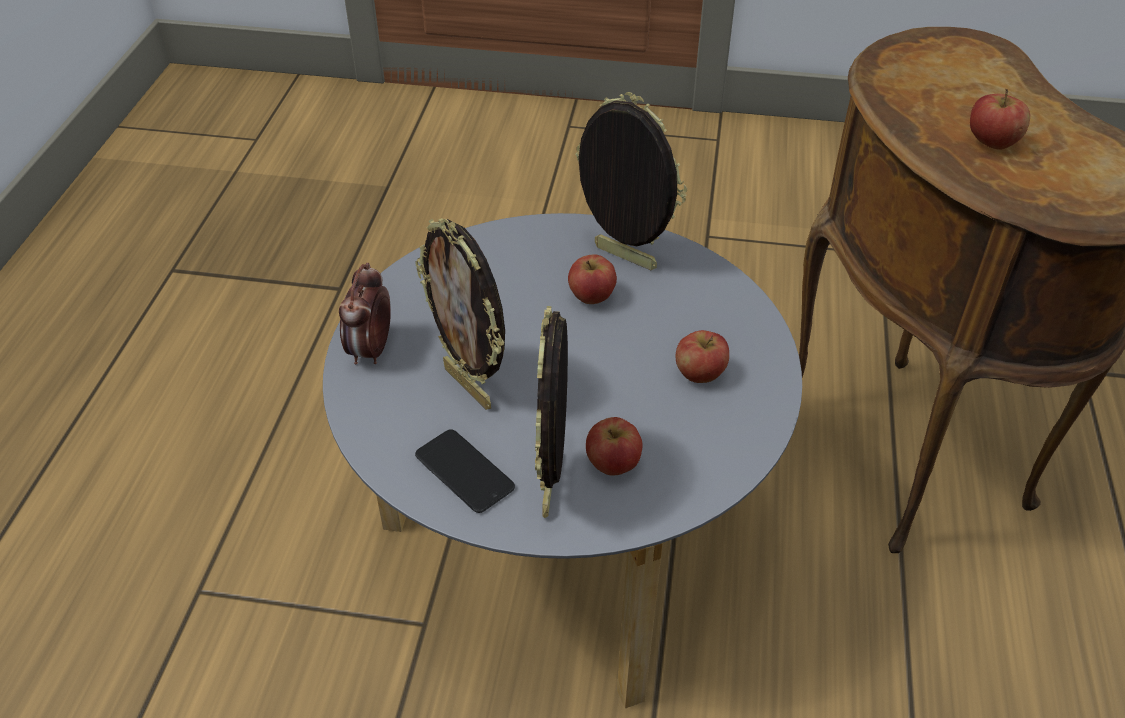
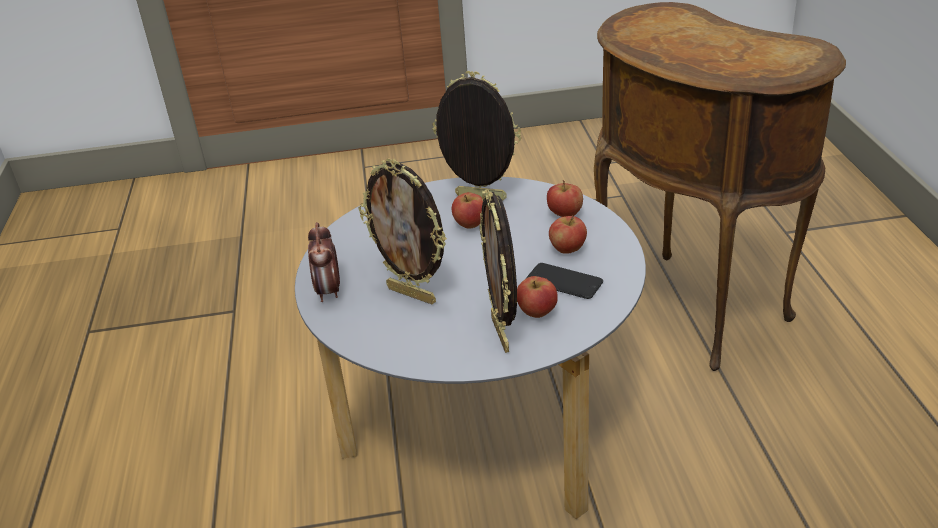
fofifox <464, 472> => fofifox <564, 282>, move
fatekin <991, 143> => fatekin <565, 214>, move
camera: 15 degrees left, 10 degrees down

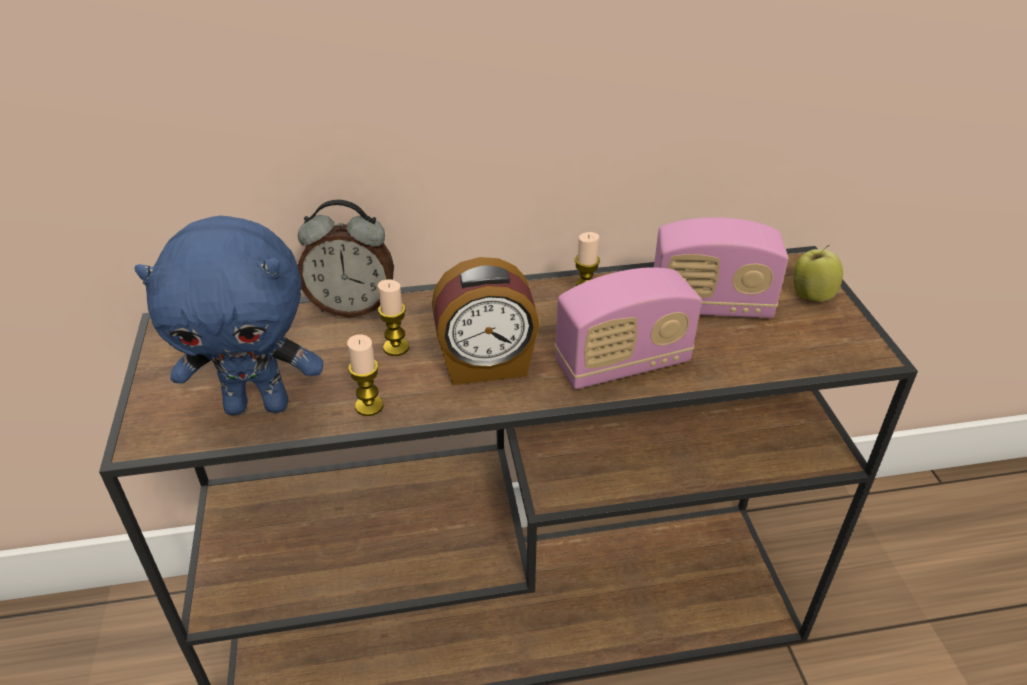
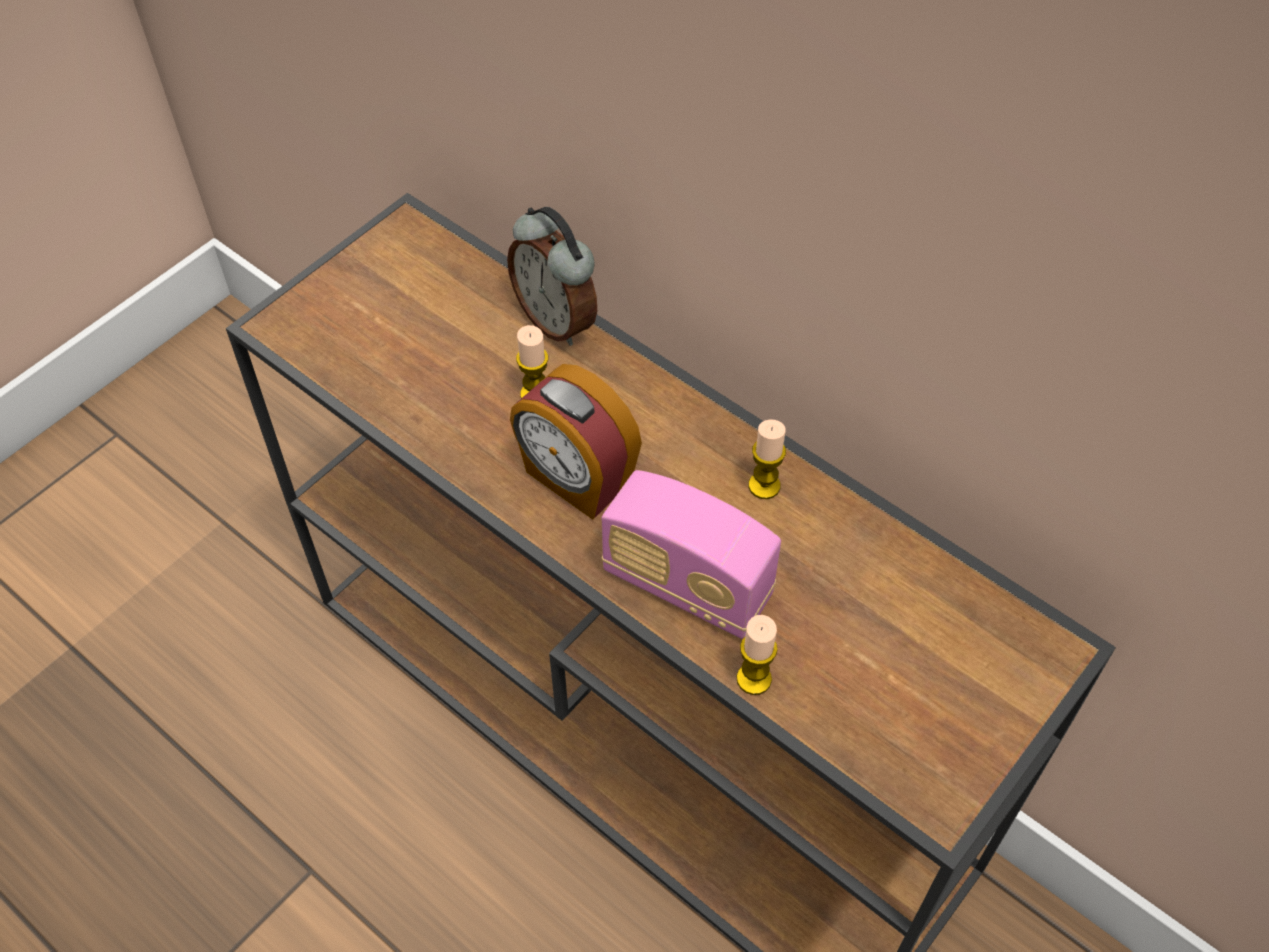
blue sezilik <259, 404> => nothing
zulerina <369, 406> => zulerina <754, 679>, move
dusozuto <710, 306> => nothing
fatekin <810, 296> => nothing
camera: 50 degrees right, 15 degrees up

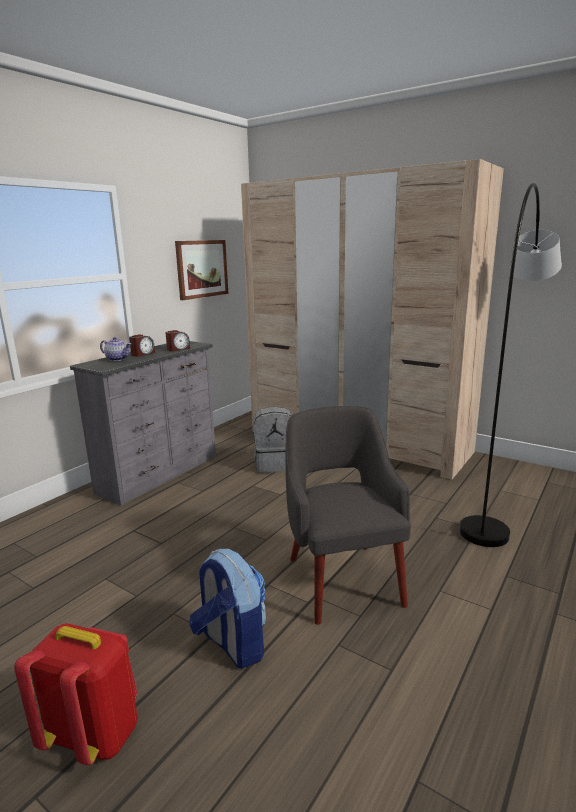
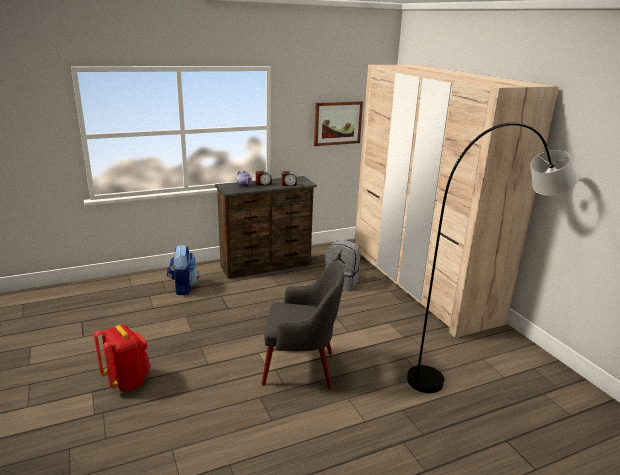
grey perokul <161, 474> => brown perokul <266, 265>
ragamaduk <232, 644> => ragamaduk <183, 287>, move
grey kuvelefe <343, 579> => grey kuvelefe <300, 367>, 75 degrees clockwise
camera: 30 degrees right, 5 degrees up

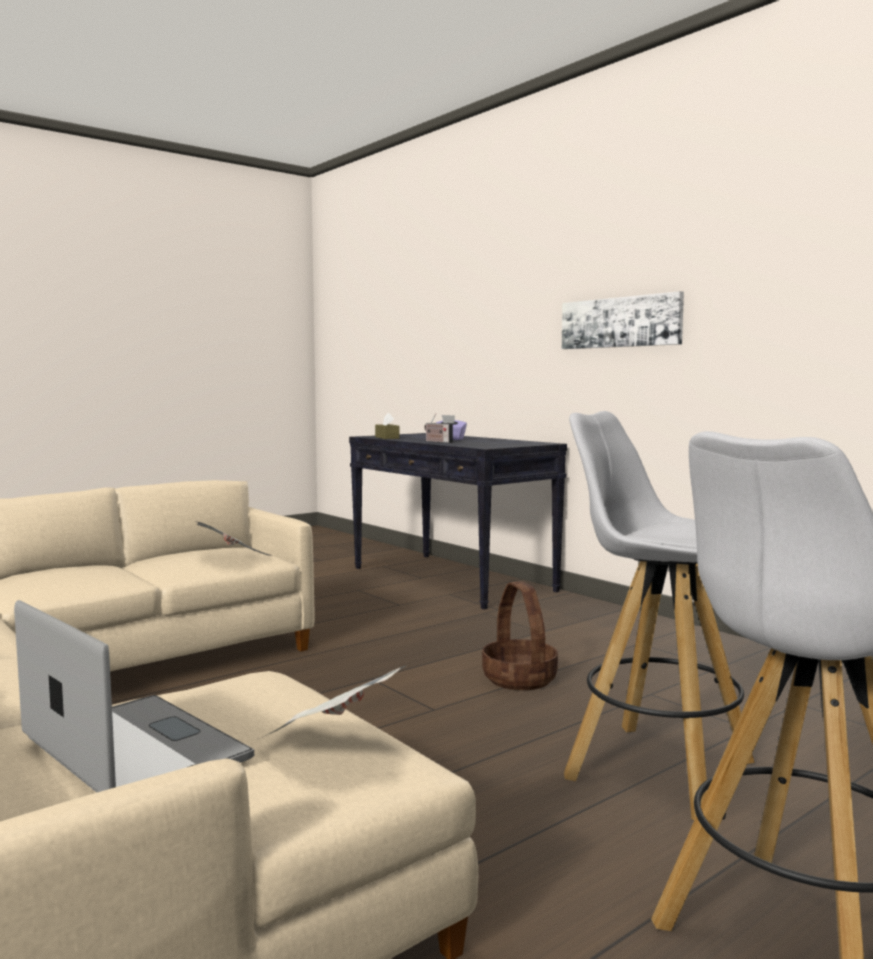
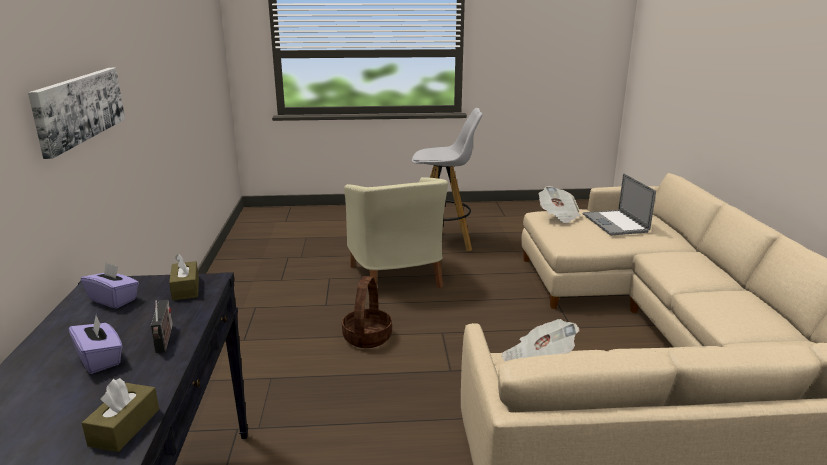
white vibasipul <656, 769> => beige kuvelefe <397, 277>
nothing => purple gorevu <114, 300>
nothing => brown gorevu <186, 289>
camera: 145 degrees left, 15 degrees up

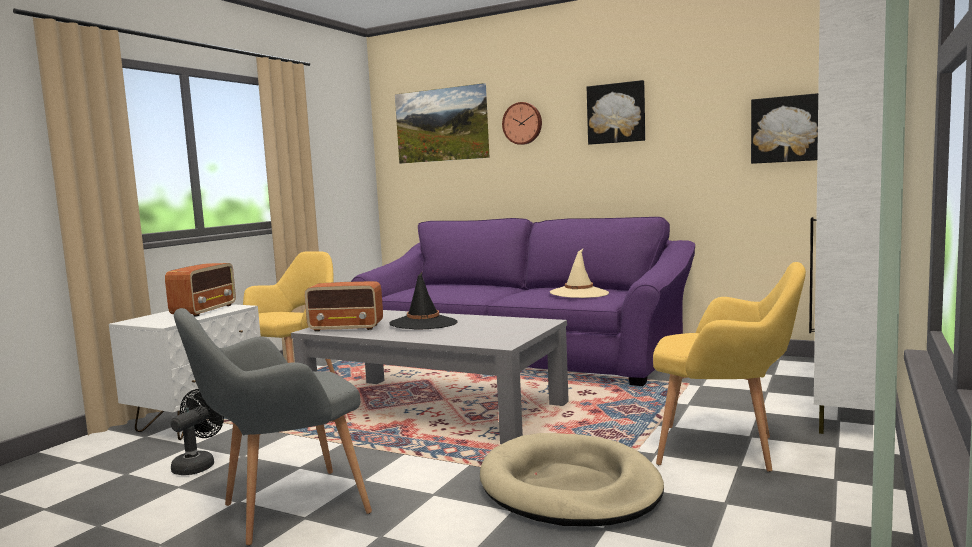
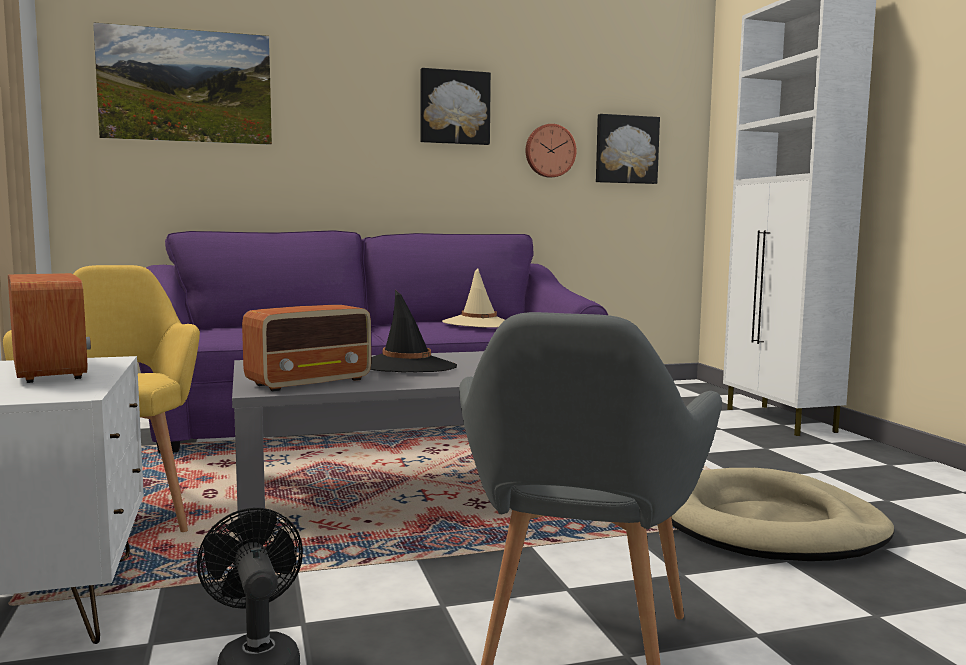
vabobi <522, 123> => vabobi <549, 151>, move
yellow kuvelefe <725, 450> => nothing
camera: 45 degrees left, 0 degrees up

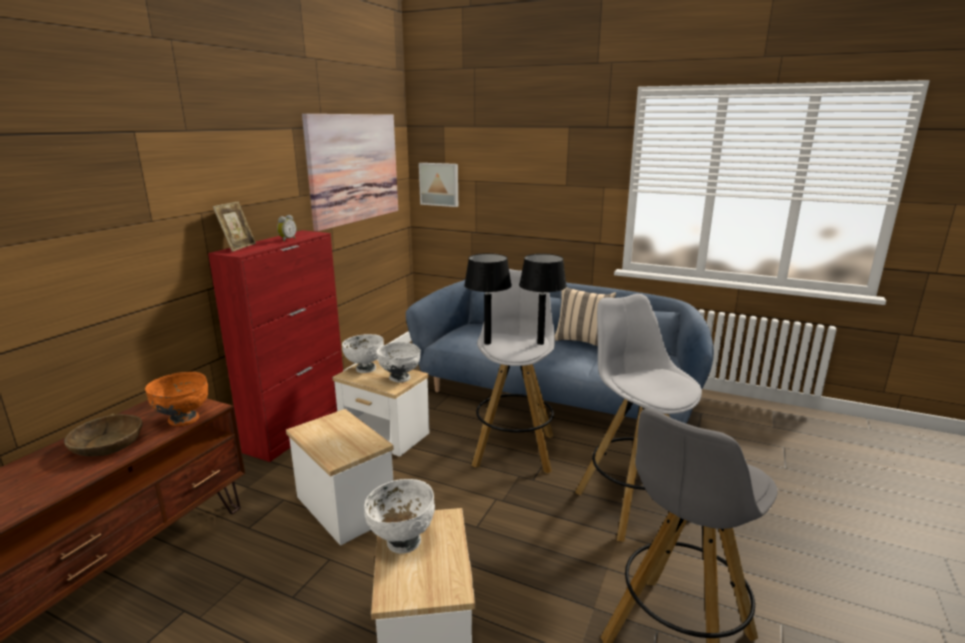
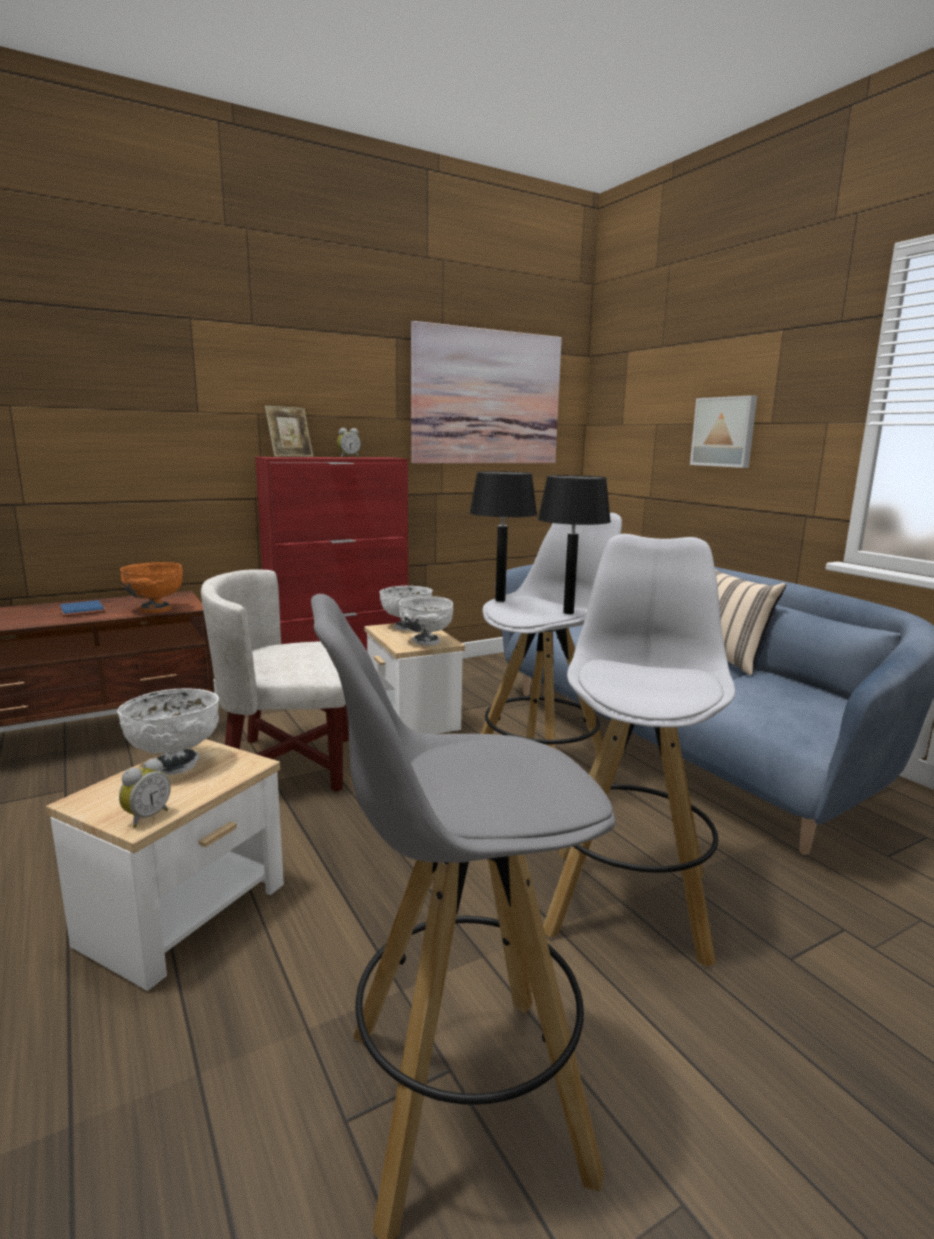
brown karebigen <107, 444> => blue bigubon <80, 611>
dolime <346, 507> => white kuvelefe <288, 765>
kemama <439, 184> => kemama <724, 432>, move
nothing => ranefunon <146, 817>
camera: 35 degrees right, 5 degrees down

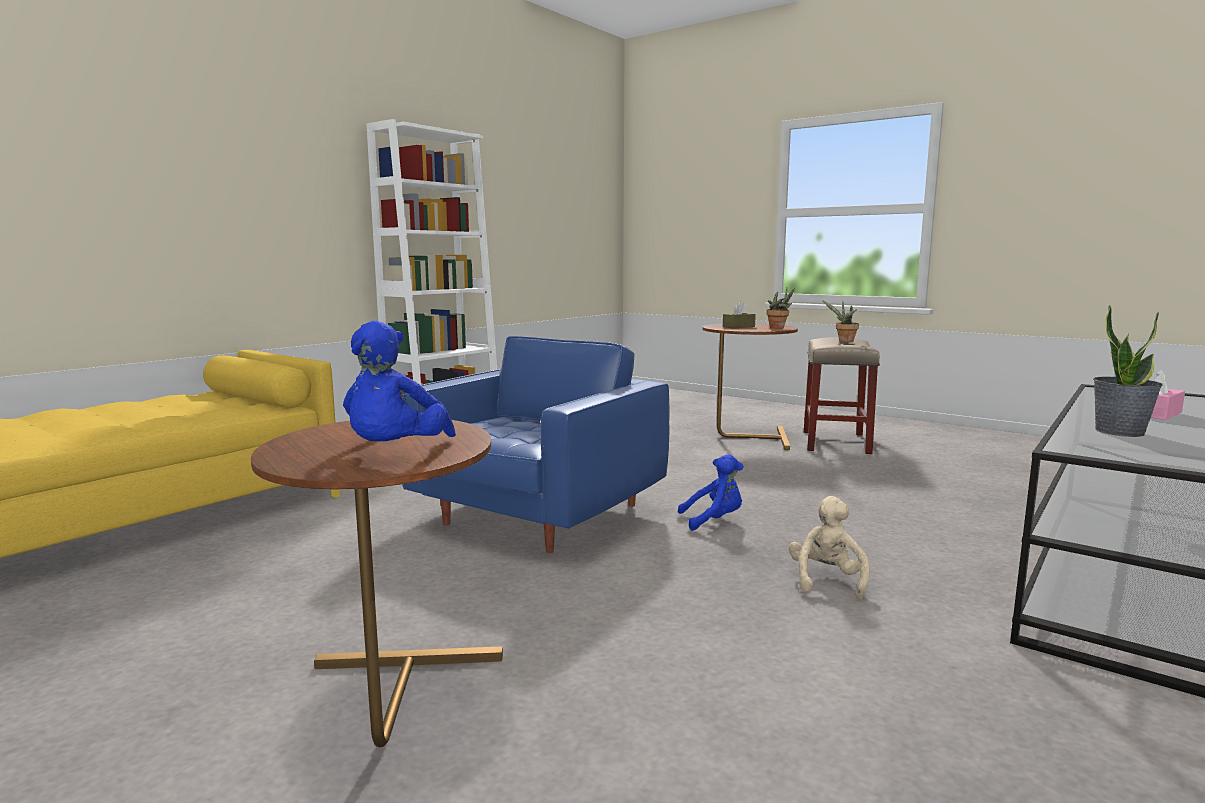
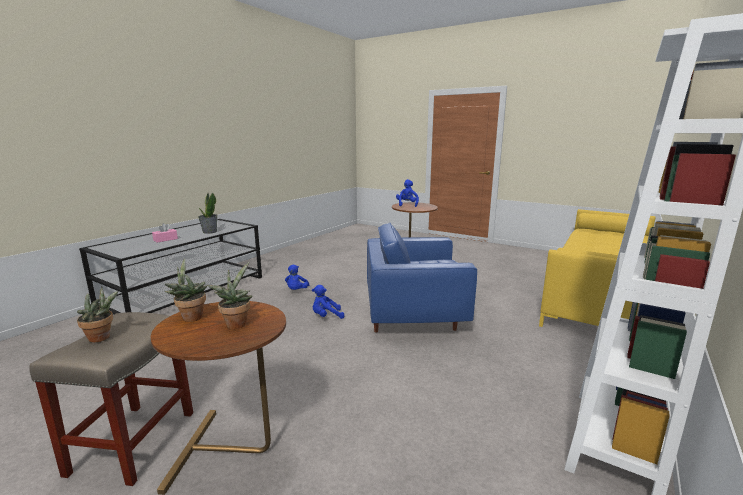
blue kuvelefe <537, 517> => blue kuvelefe <415, 315>, 60 degrees clockwise
brown gorevu <738, 327> => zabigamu <236, 323>
beige sezilik <826, 581> => blue sezilik <296, 291>
camera: 175 degrees right, 5 degrees up

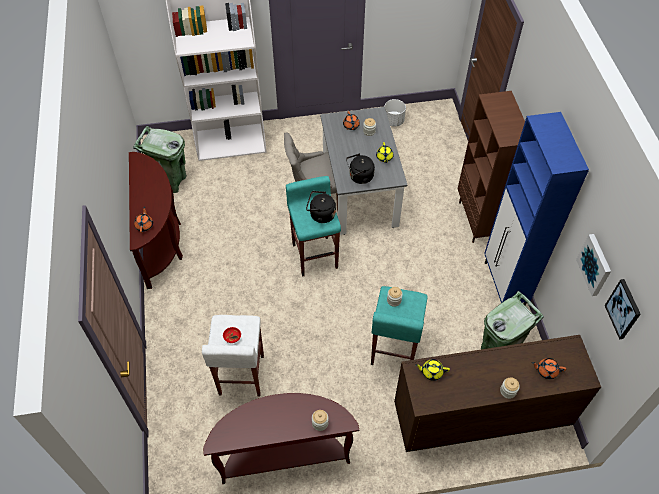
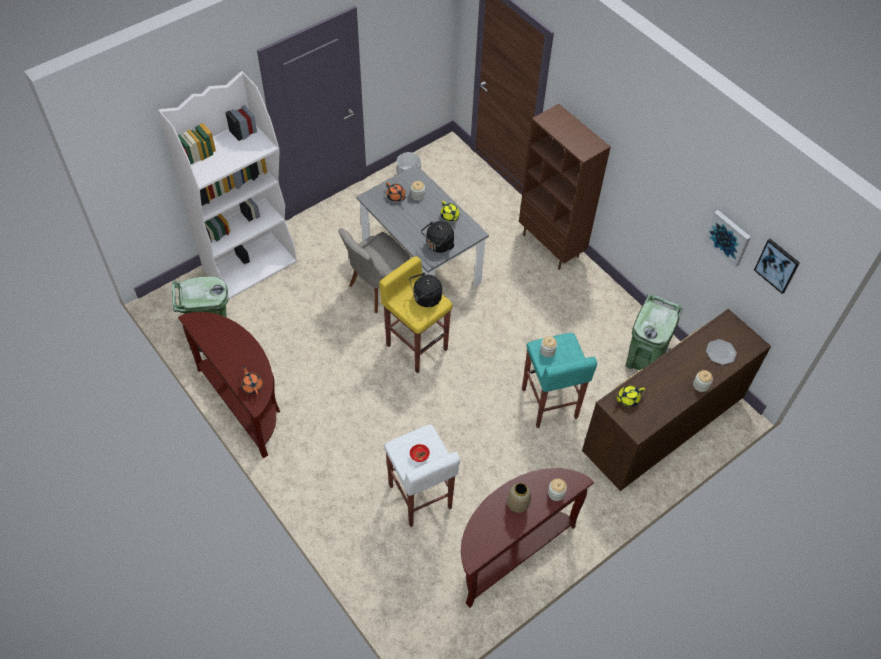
turquoise vibasipul <315, 255> => yellow vibasipul <416, 346>
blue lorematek <504, 285> => nothing
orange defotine <546, 370> => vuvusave <720, 352>
nothing => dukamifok <517, 504>
camera: 30 degrees left, 0 degrees up

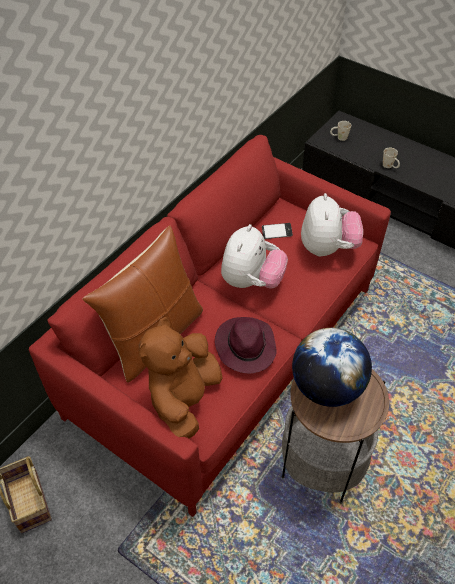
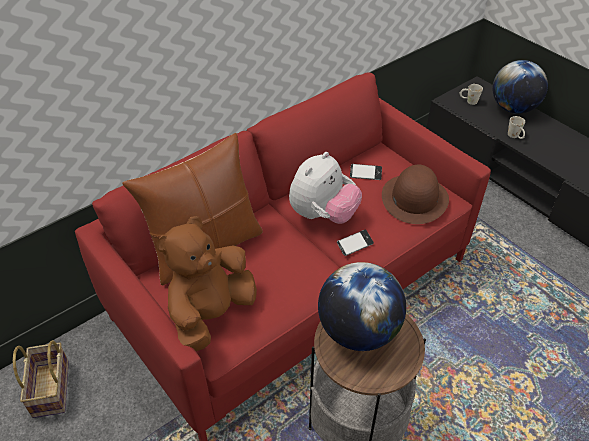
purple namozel <245, 346> => nothing
sezilik <327, 248> => brown namozel <414, 198>
nothing => fofifox <355, 245>
nothing => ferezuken <513, 108>
camera: 15 degrees right, 5 degrees down

